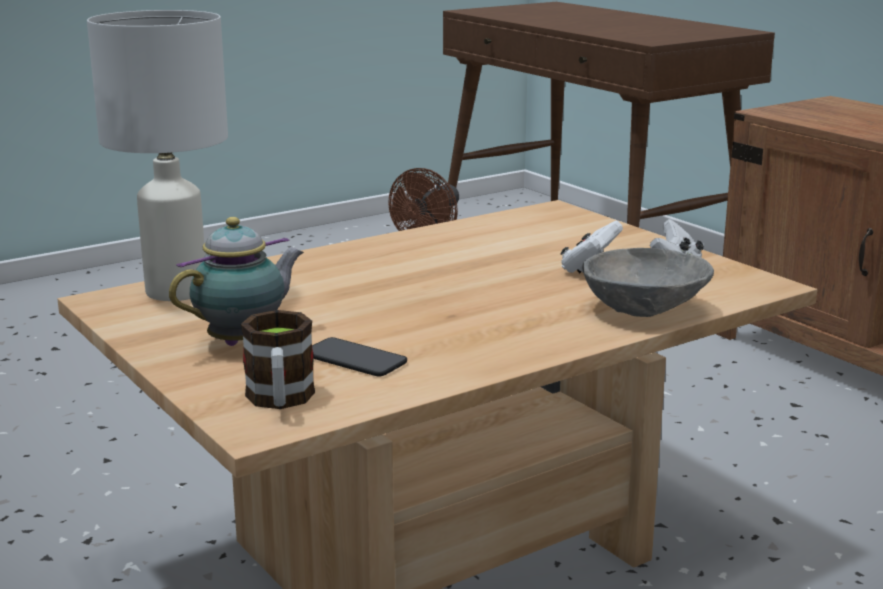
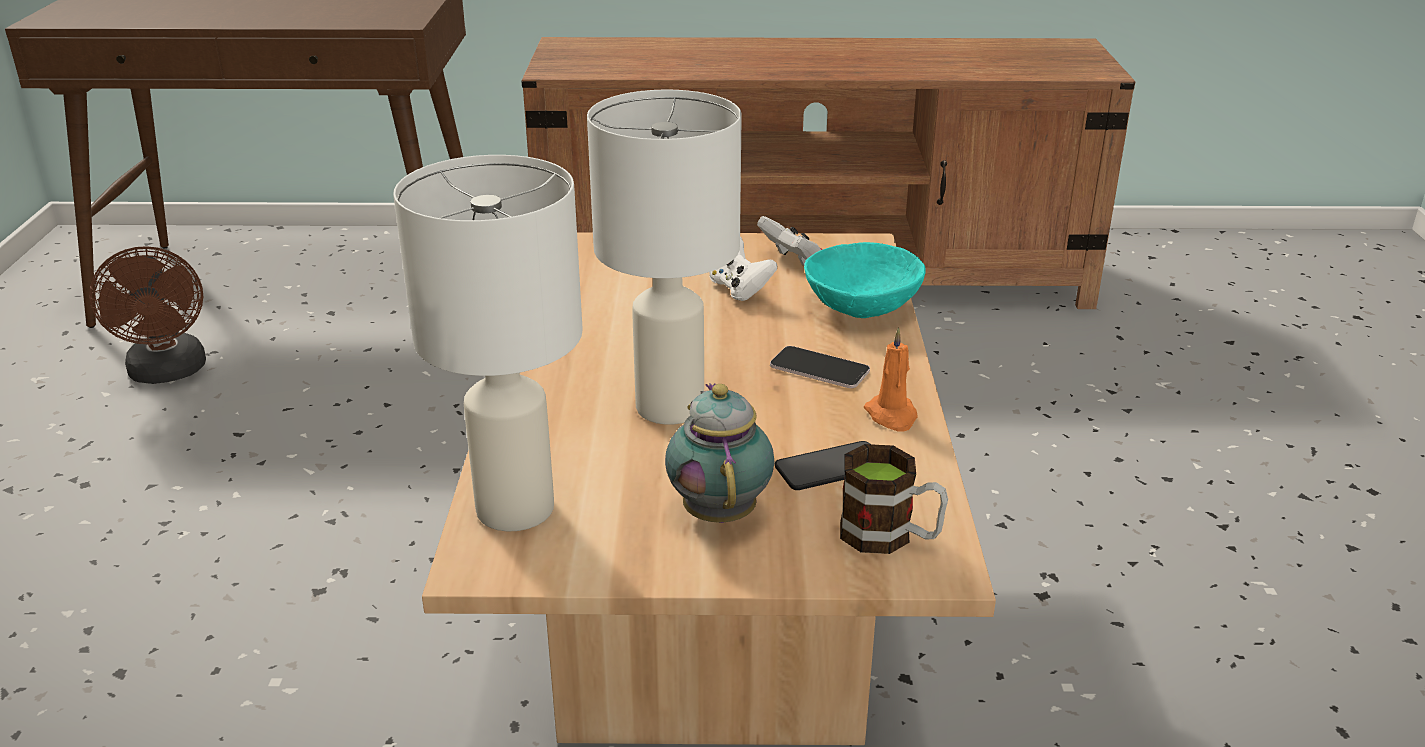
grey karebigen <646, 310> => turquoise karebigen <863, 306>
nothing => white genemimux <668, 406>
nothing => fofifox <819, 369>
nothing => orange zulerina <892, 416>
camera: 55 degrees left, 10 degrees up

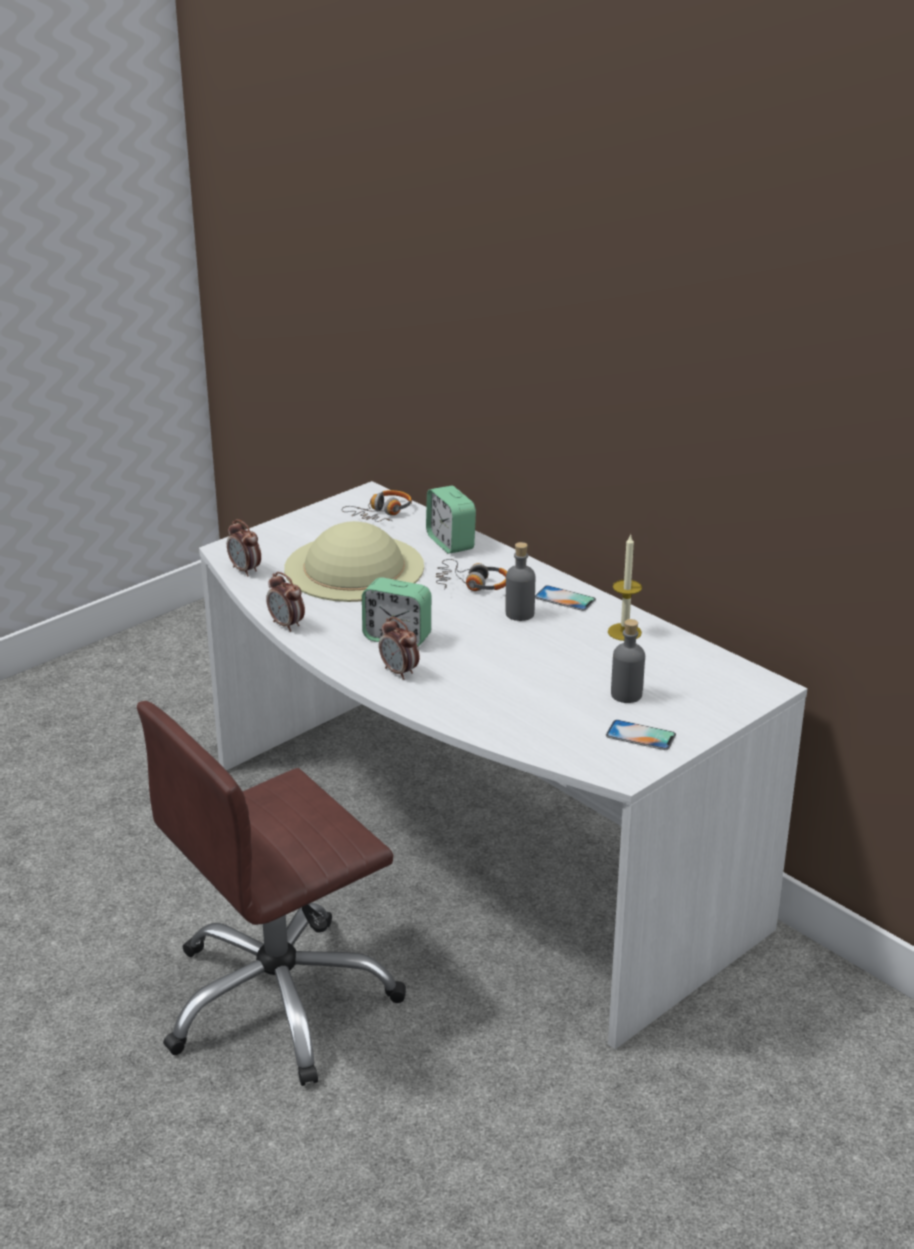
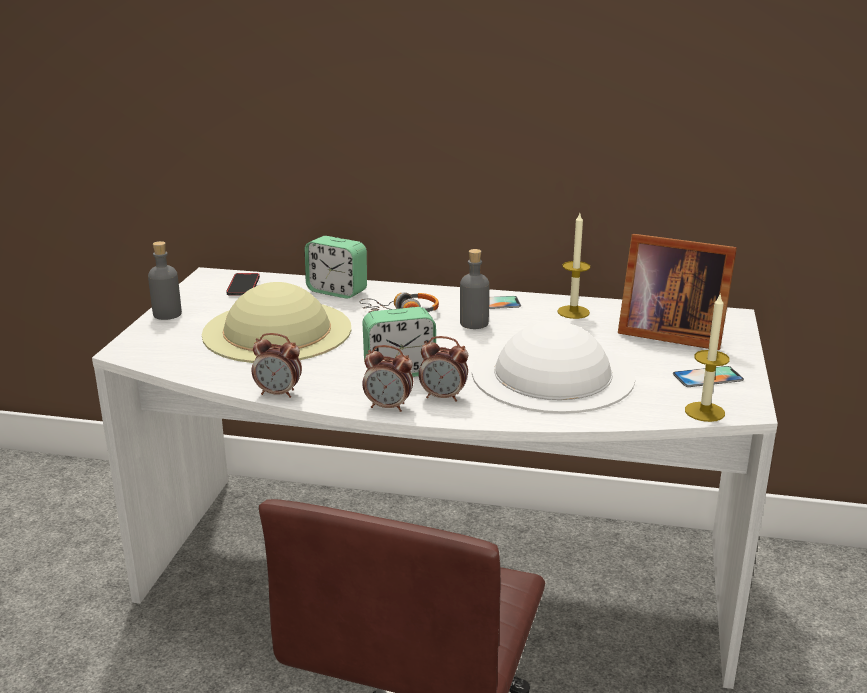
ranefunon <245, 570> => ranefunon <388, 407>, move
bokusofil <381, 514> => fofifox <243, 287>
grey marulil <626, 694> => grey marulil <167, 314>, move
nothing => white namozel <553, 374>
nothing => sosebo <667, 333>
nothing => zulerina <704, 412>
camera: 35 degrees left, 5 degrees down

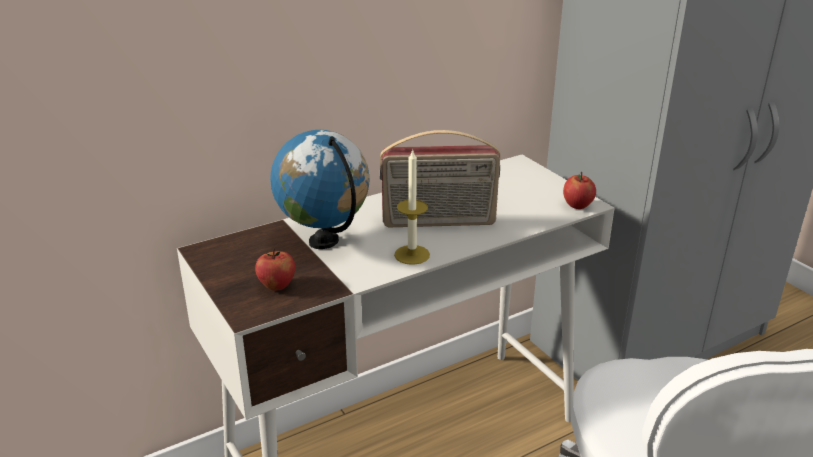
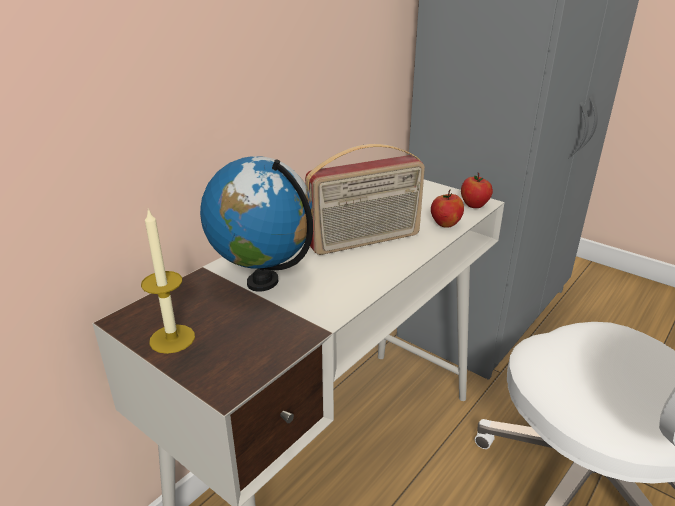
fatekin <277, 285> => fatekin <445, 224>, move
zulerina <412, 255> => zulerina <172, 339>, move
camera: 20 degrees left, 0 degrees up

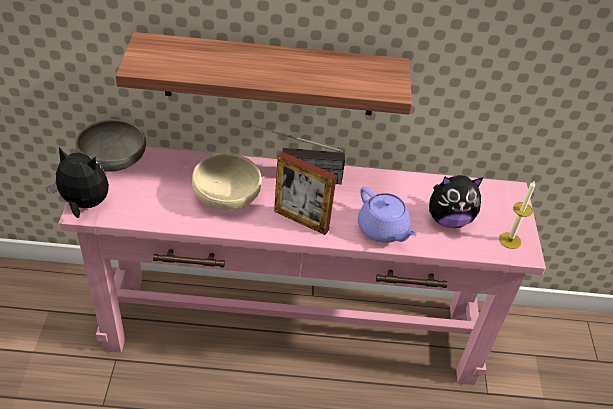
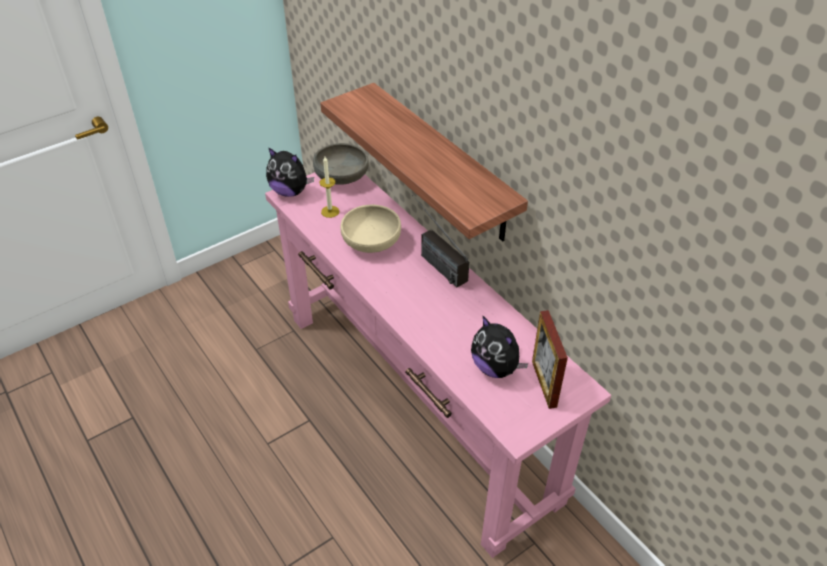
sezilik <84, 204> => sezilik <290, 191>, 135 degrees clockwise
sosebo <301, 220> => sosebo <544, 384>, move
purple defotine <383, 230> => nothing
zulerina <510, 240> => zulerina <330, 211>, move
camera: 55 degrees right, 0 degrees up

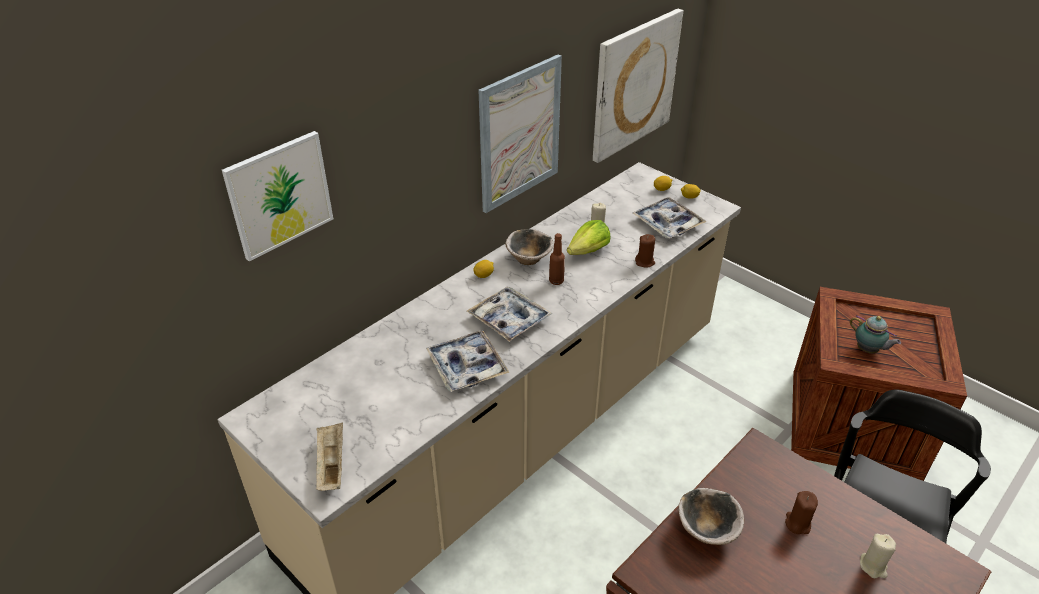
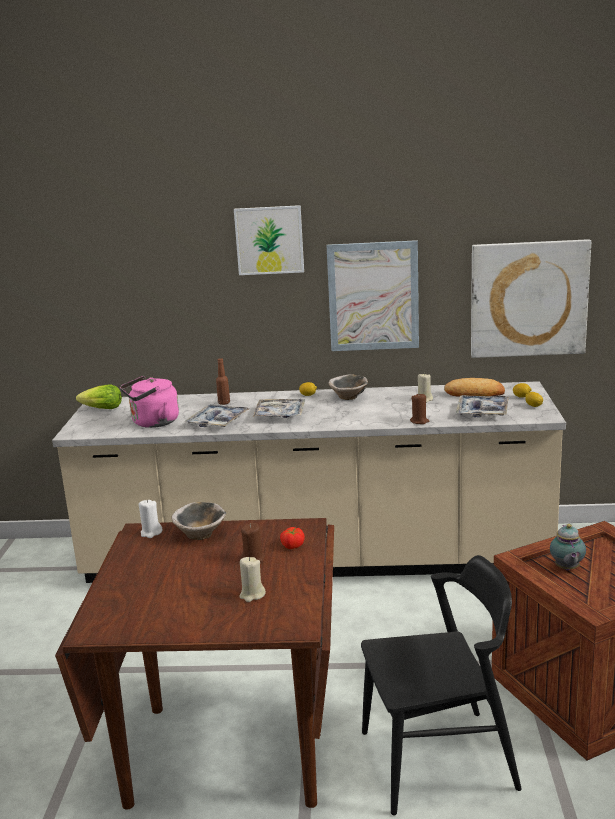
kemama <279, 195> => kemama <269, 240>, move
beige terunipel <331, 464> => nothing
brown marulil <556, 281> => brown marulil <224, 403>, move
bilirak <588, 251> => bilirak <102, 409>, move
nothing => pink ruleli <152, 423>
nothing => white zulerina <151, 533>
nothing => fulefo <292, 545>
nothing => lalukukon <474, 393>
camera: 50 degrees right, 20 degrees down

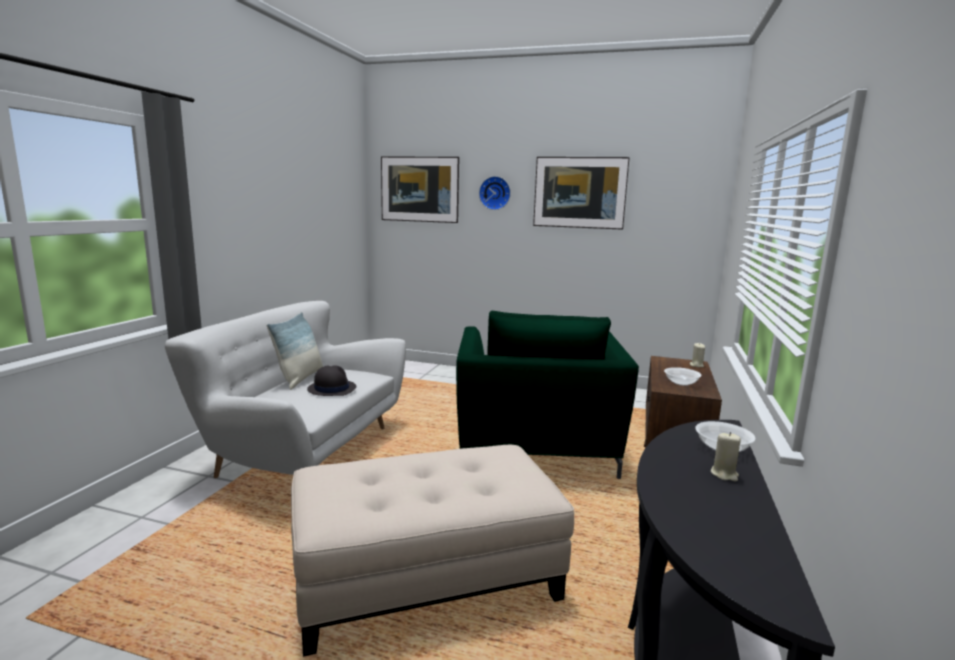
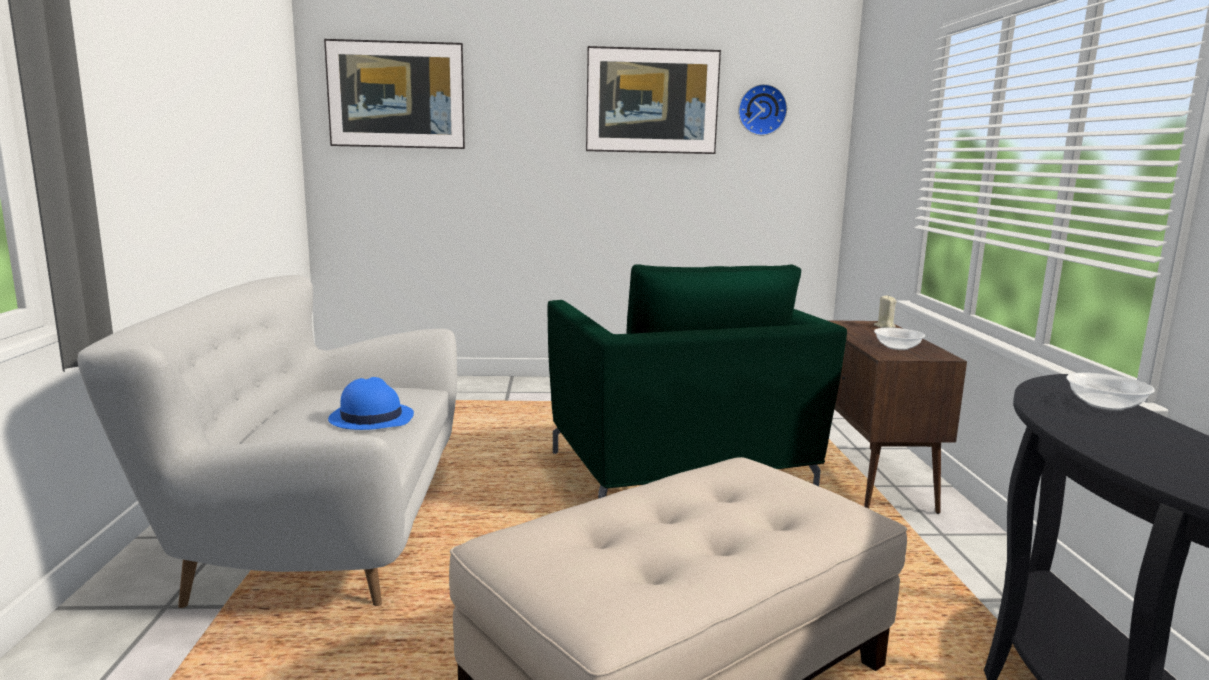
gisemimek <300, 378> => nothing
black namozel <331, 388> => blue namozel <371, 418>
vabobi <495, 193> => vabobi <761, 110>, move
beige zulerina <724, 474> => nothing
camera: 20 degrees left, 0 degrees up

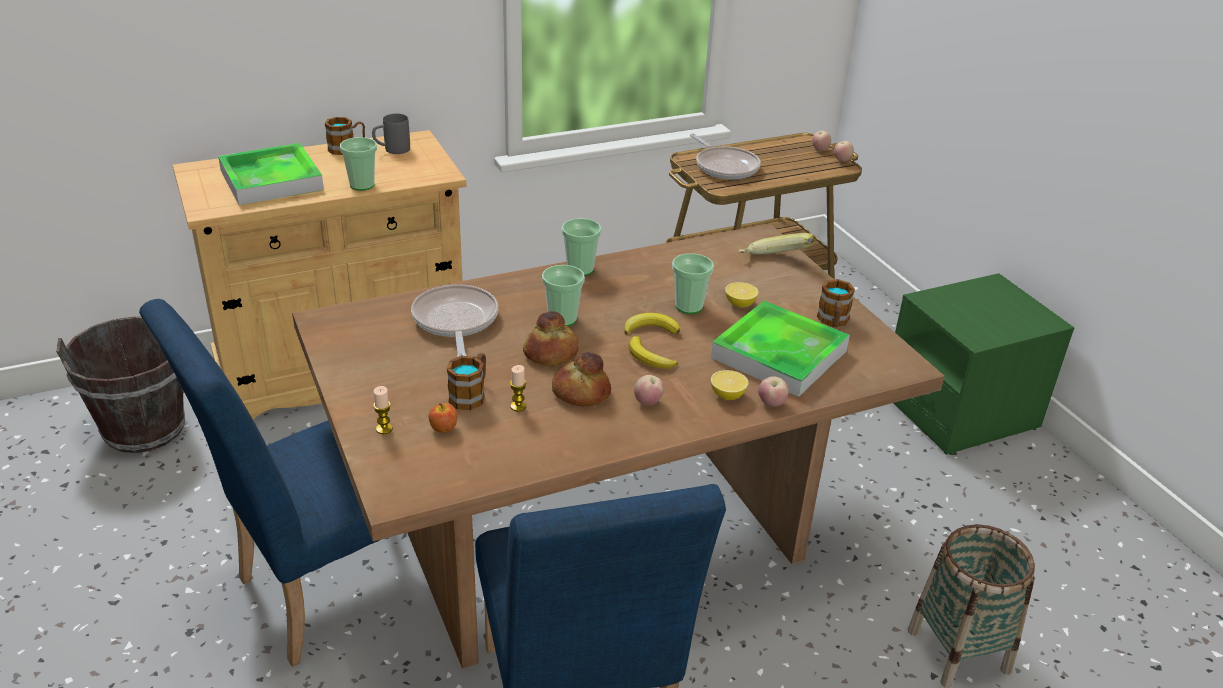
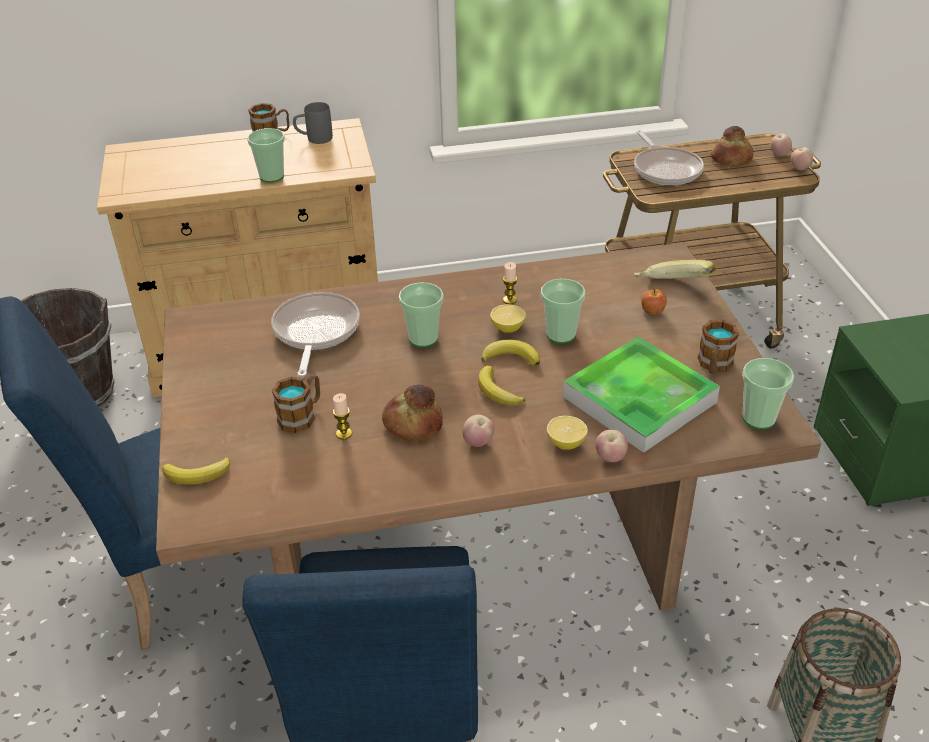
terunipel <271, 180> => nothing
zulerina <384, 429> => zulerina <509, 300>, move
fatekin <443, 428> => fatekin <652, 311>, move
lalukukon <552, 353> => lalukukon <732, 159>, move
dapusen <580, 269> => dapusen <758, 418>, move
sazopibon <740, 304> => sazopibon <507, 328>, move
nothing => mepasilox <198, 475>
camera: 15 degrees right, 5 degrees up

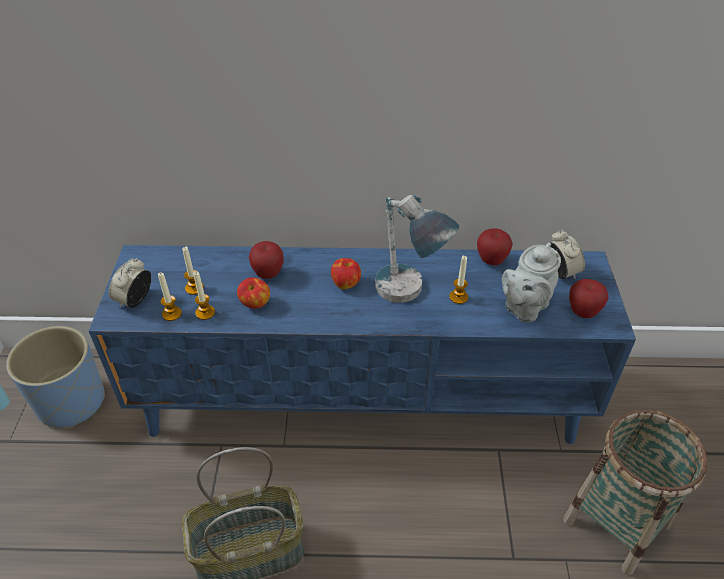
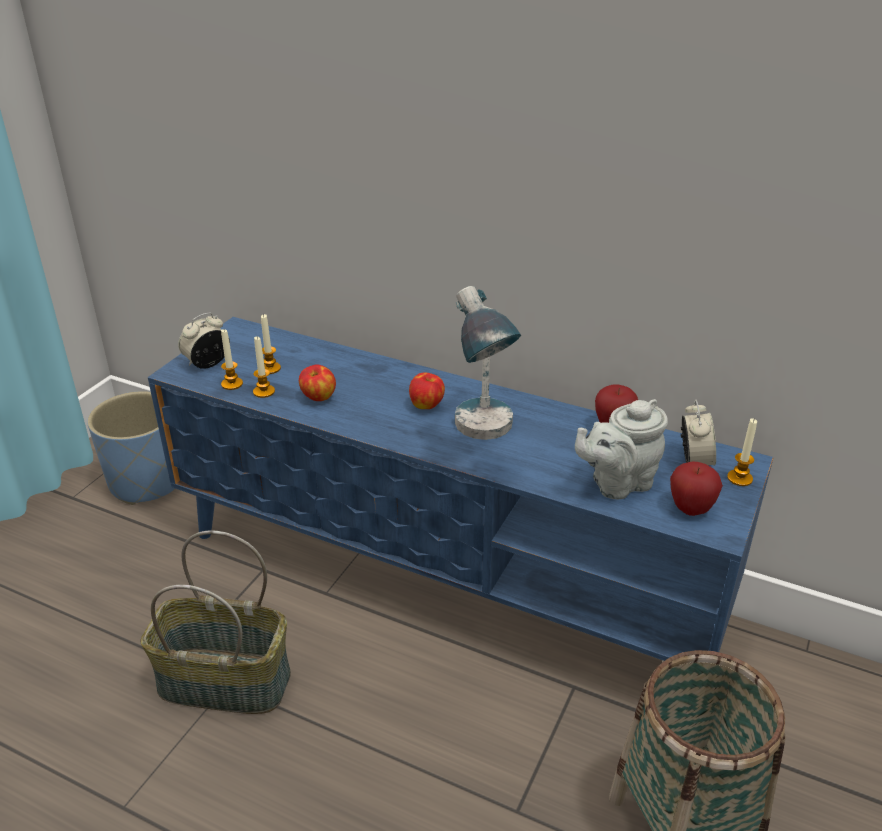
fatekin <268, 274> => nothing
zulerina <458, 297> => zulerina <739, 478>, move
camera: 25 degrees right, 10 degrees down

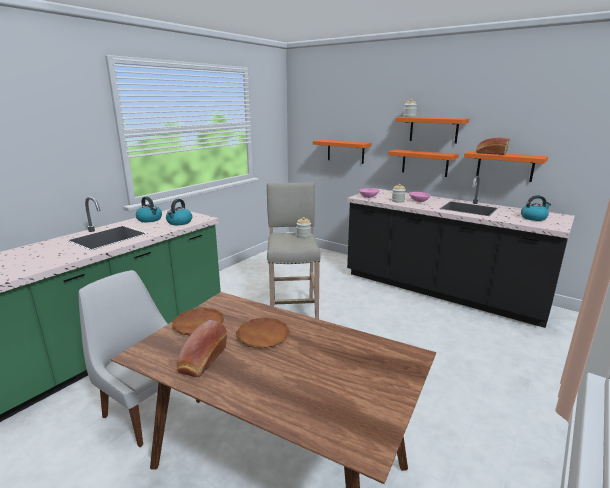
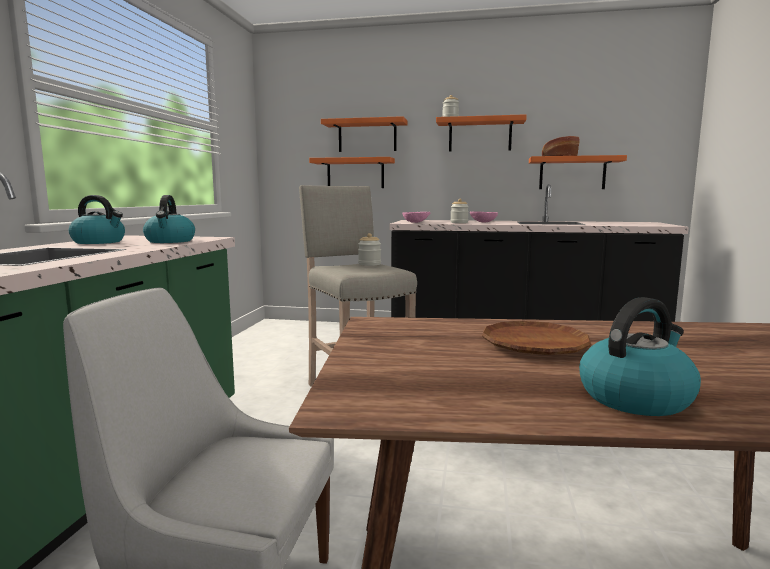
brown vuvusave <198, 325> => nothing
lalukukon <202, 360> => nothing
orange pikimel <425, 163> => orange pikimel <367, 136>, move
ruleli <533, 218> => ruleli <635, 397>, move
camera: 25 degrees left, 10 degrees down

